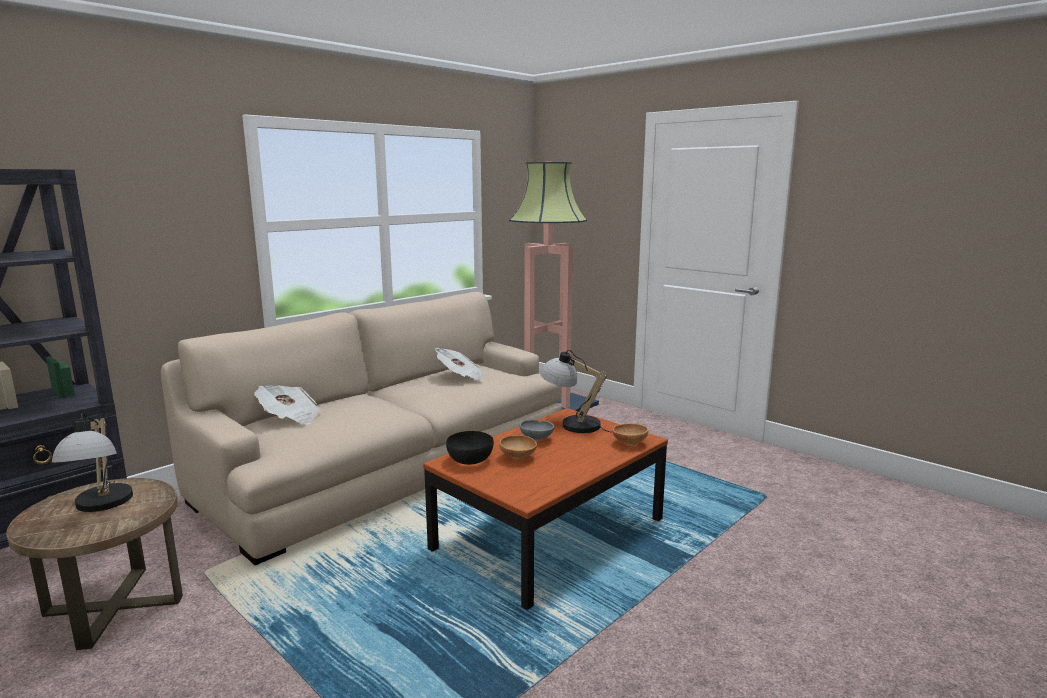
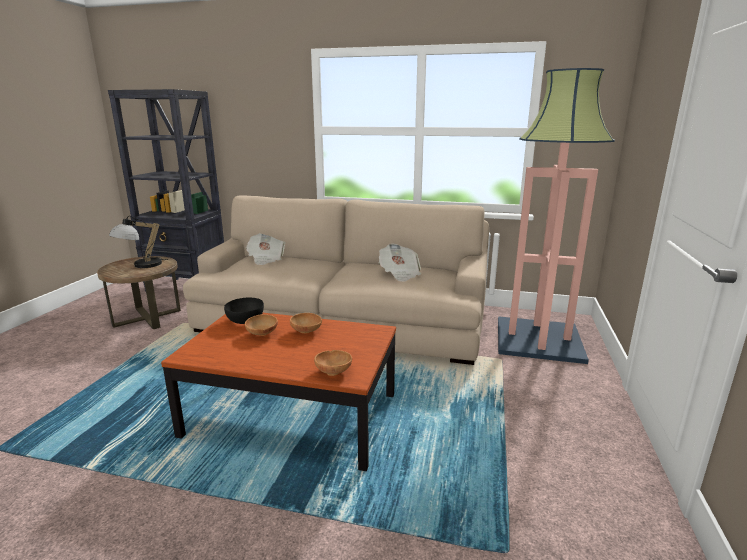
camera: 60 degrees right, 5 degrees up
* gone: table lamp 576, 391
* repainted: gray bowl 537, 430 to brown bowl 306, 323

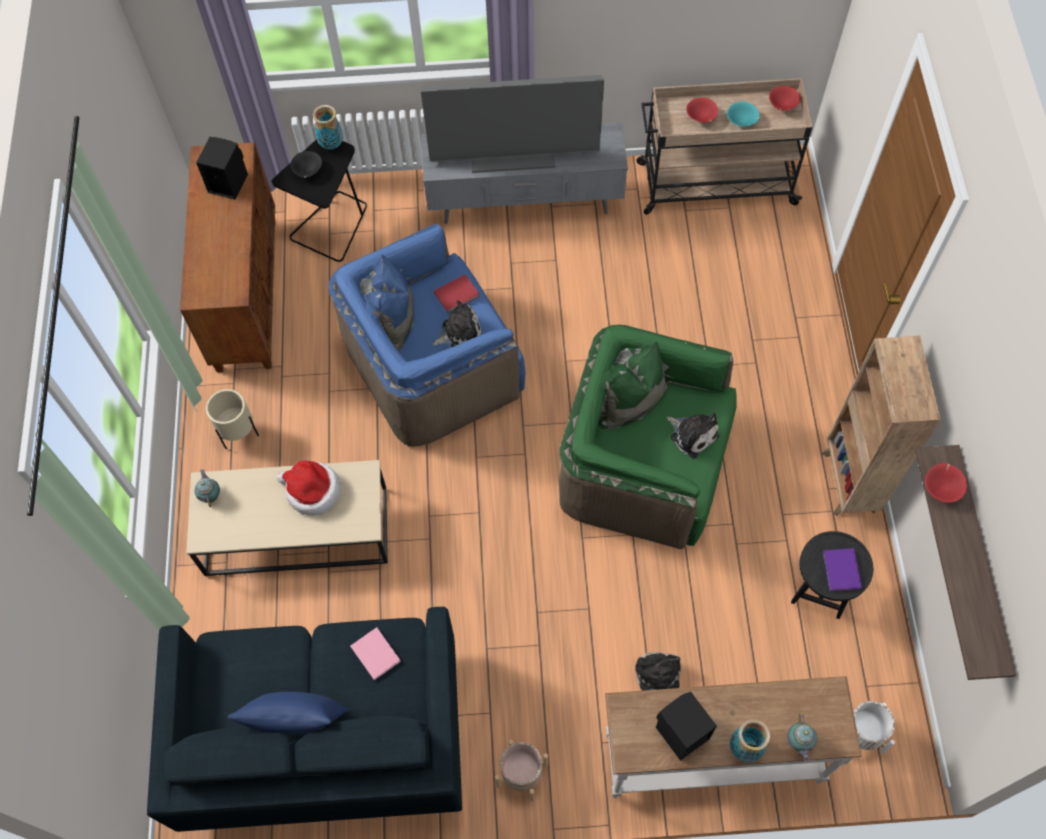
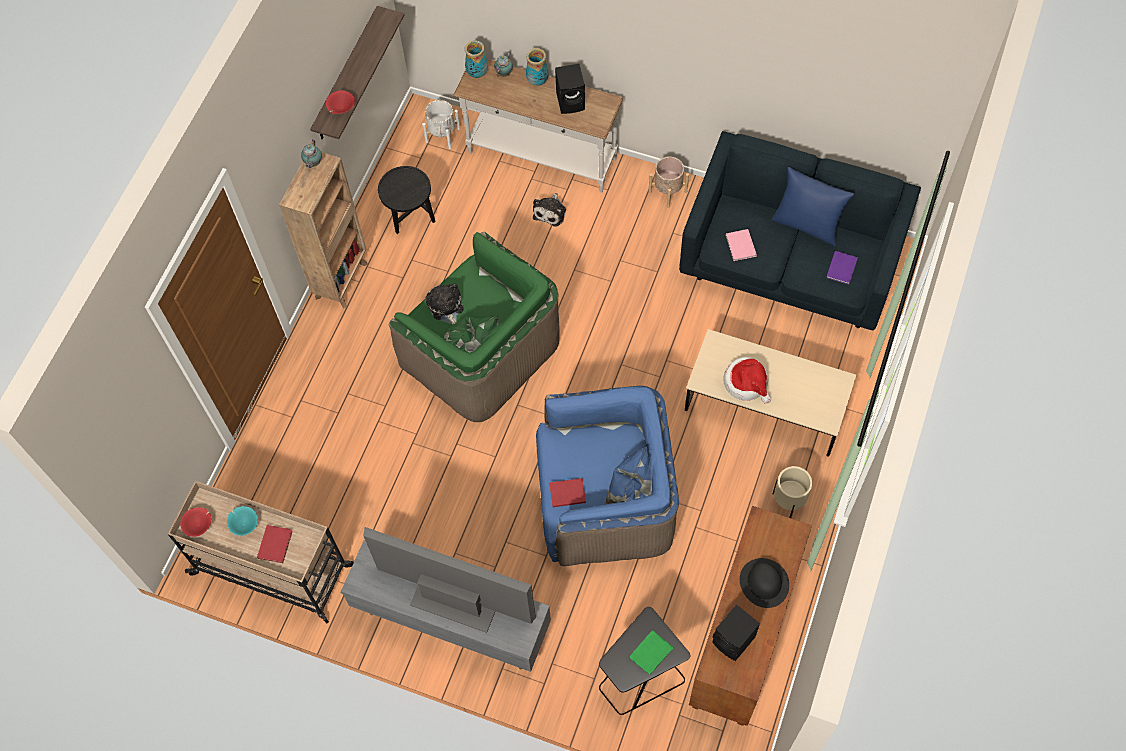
camera: 155 degrees left, 0 degrees up
* gone: soft toy 457, 323
* new: blackish hat 764, 583
* shifted: pot for tea 207, 488 to 311, 153
* shifted: decorative vase 328, 127 to 476, 59
* shifted: purple-coloured volume 842, 569 to 842, 268
* swapped: blackish bowl 306, 164 to green-coloured volume 651, 652
* swapped: reddish bowl 702, 110 to reddish volume 275, 544

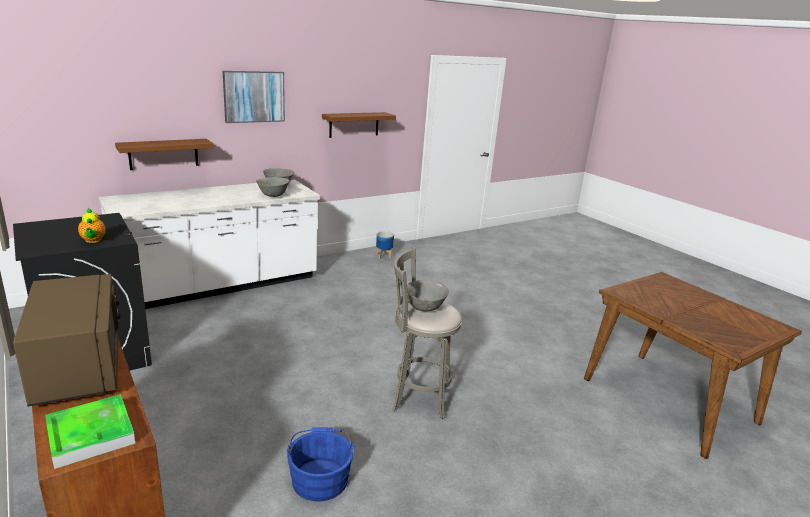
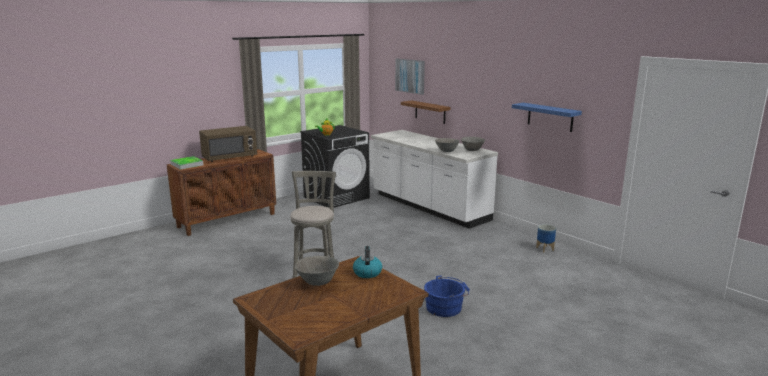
camera: 85 degrees right, 5 degrees down
* new: tea kettle 367, 262
* shifted: wall picture 254, 97 to 410, 76
* shifted: bluish pail 321, 464 to 447, 296
* shifted: gray bowl 428, 295 to 317, 271
* repainted: brown shelf 359, 125 to bluish shelf 547, 117

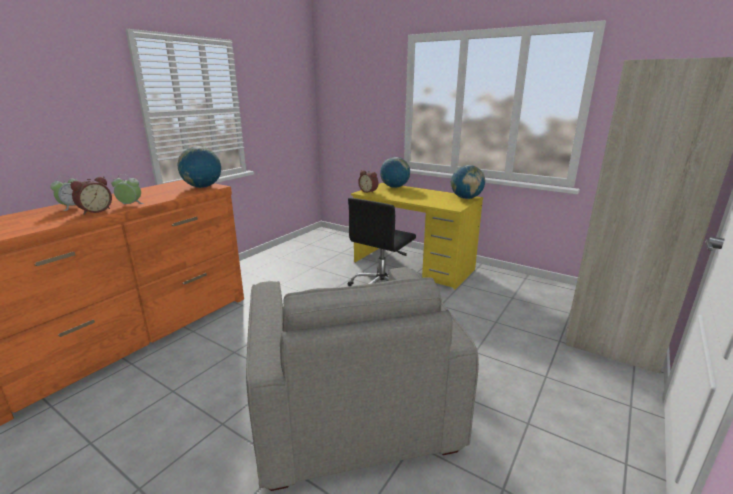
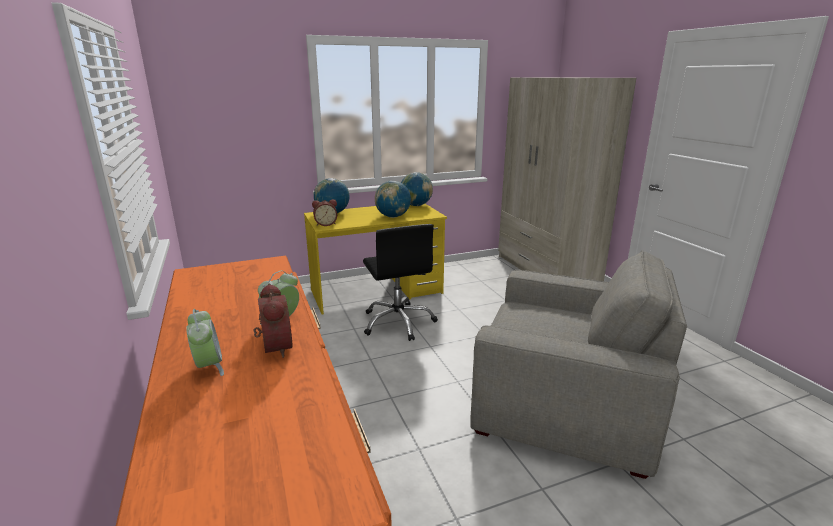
camera: 55 degrees left, 0 degrees up
* shifted: desk globe 199, 167 to 393, 199

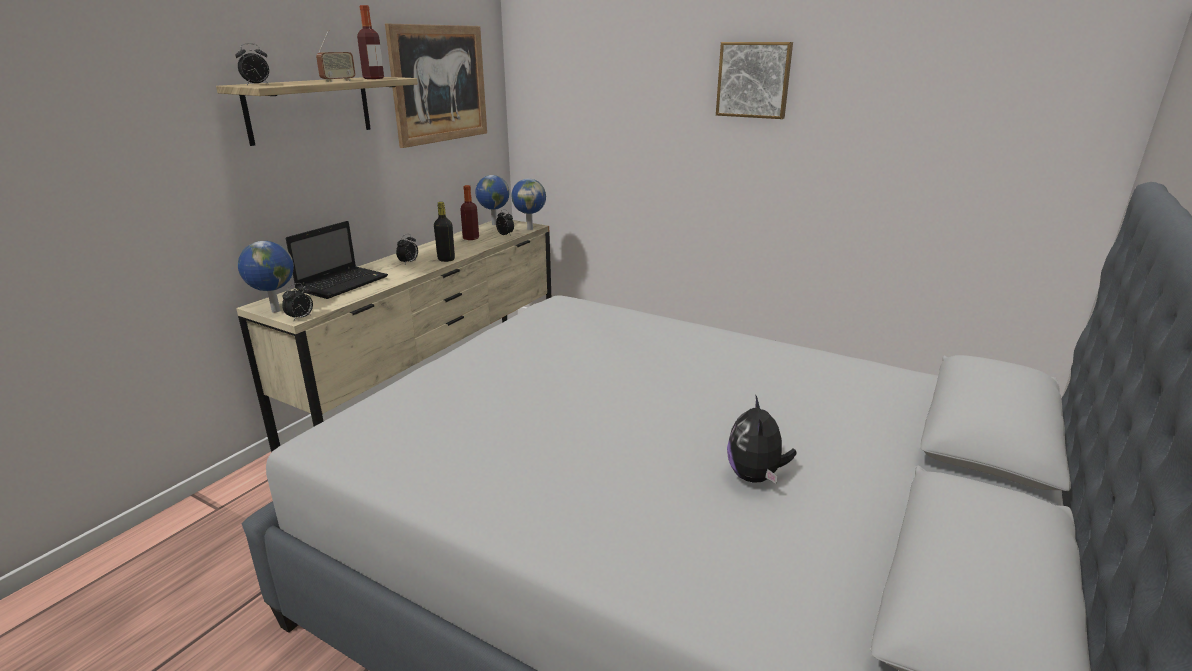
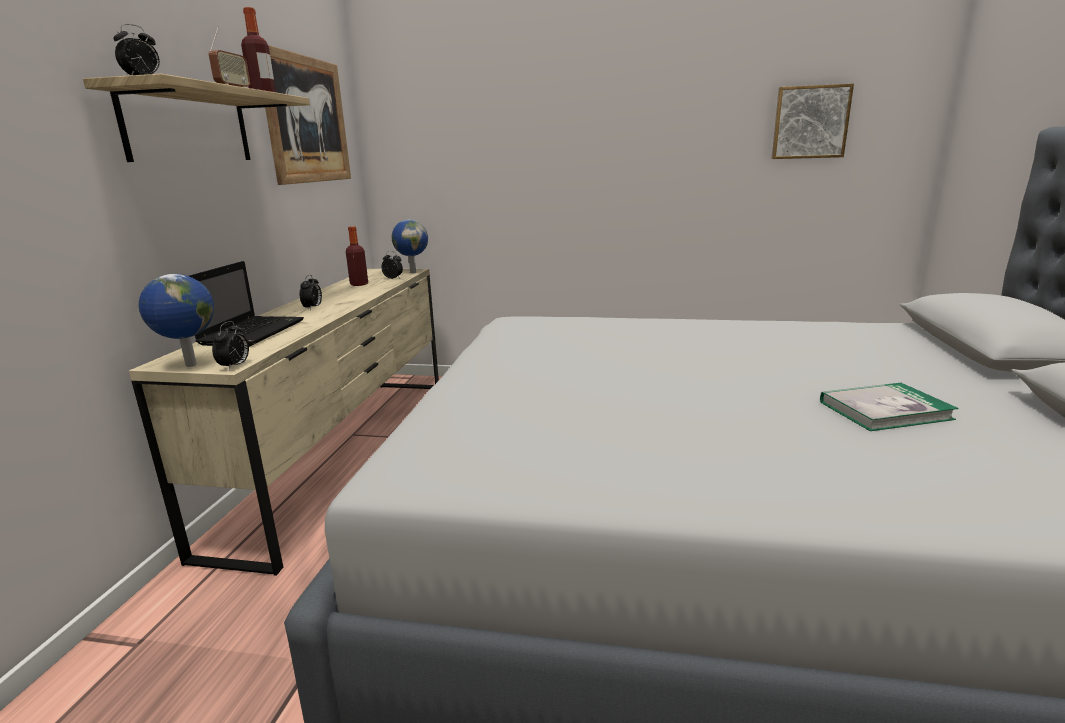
camera: 20 degrees left, 5 degrees down
* gone: blackish drink bottle 444, 232
* gone: desk globe 492, 200
* shifted: wall picture 754, 80 to 813, 121
* swapped: soft toy 762, 439 to volume 889, 407

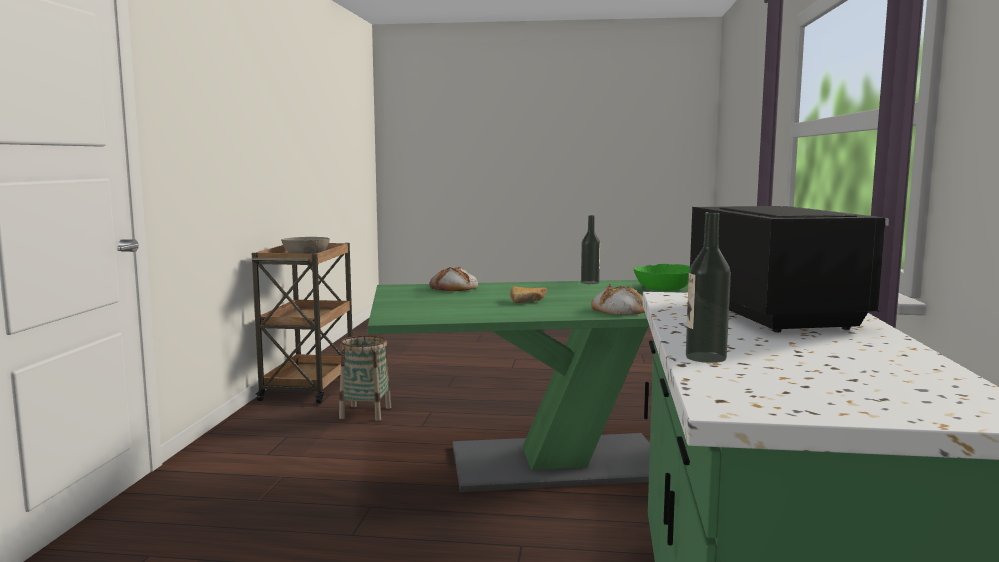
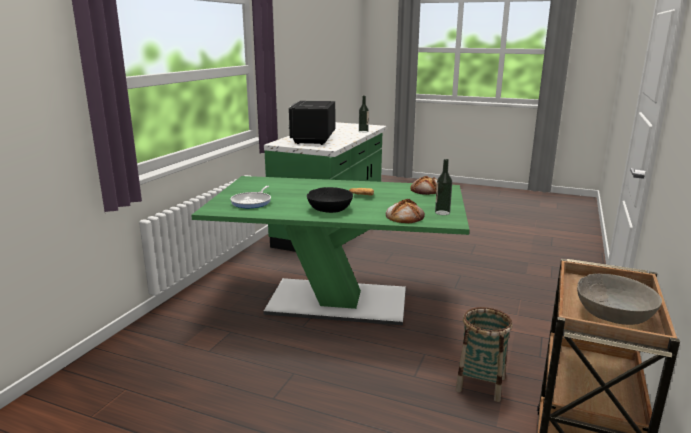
camera: 165 degrees left, 10 degrees up
* new: blackish bowl 330, 200
* shifted: drink bottle 590, 249 to 443, 187
* shifted: bread 618, 299 to 423, 185
* swapped: green-coloured bowl 662, 277 to frying pan 250, 197

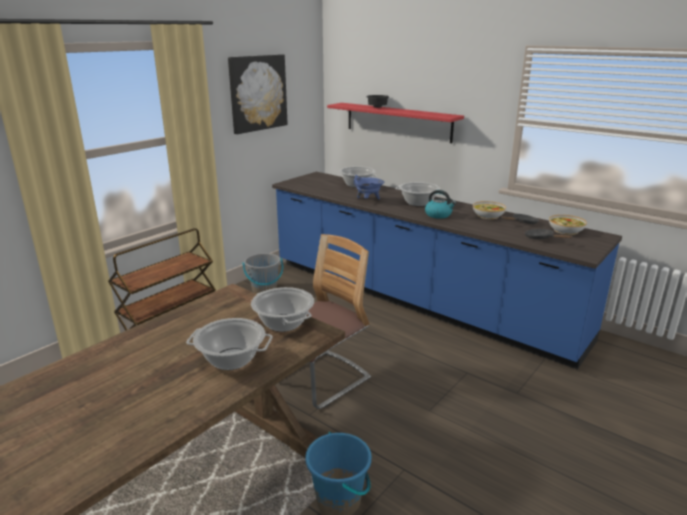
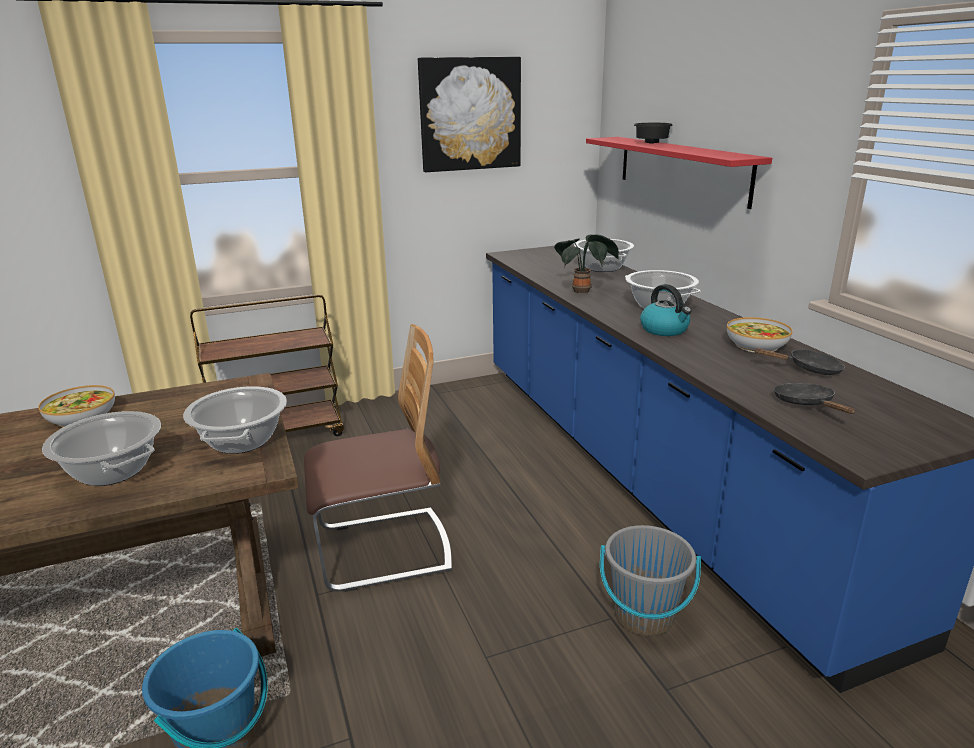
camera: 30 degrees right, 0 degrees up
* shifted: gray pail 262, 273 to 650, 580
* shifted: bowl 568, 225 to 76, 406
* swapped: bluish cooking pot 369, 187 to houseplant 586, 264

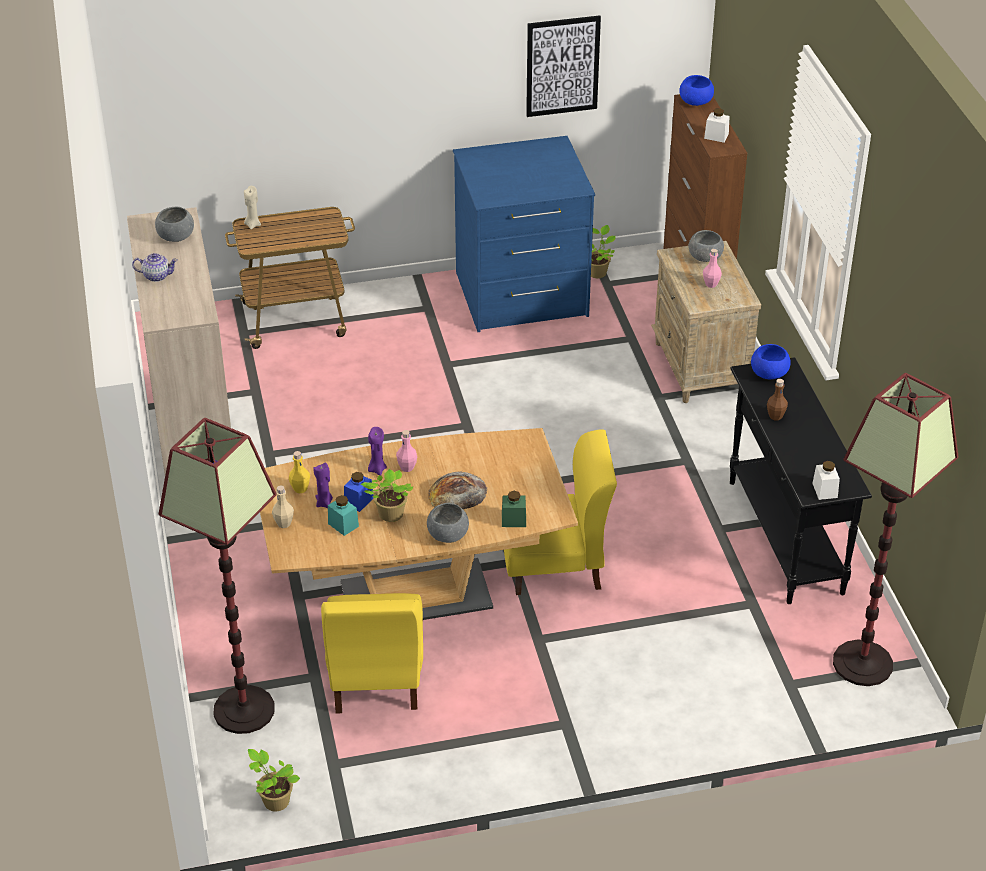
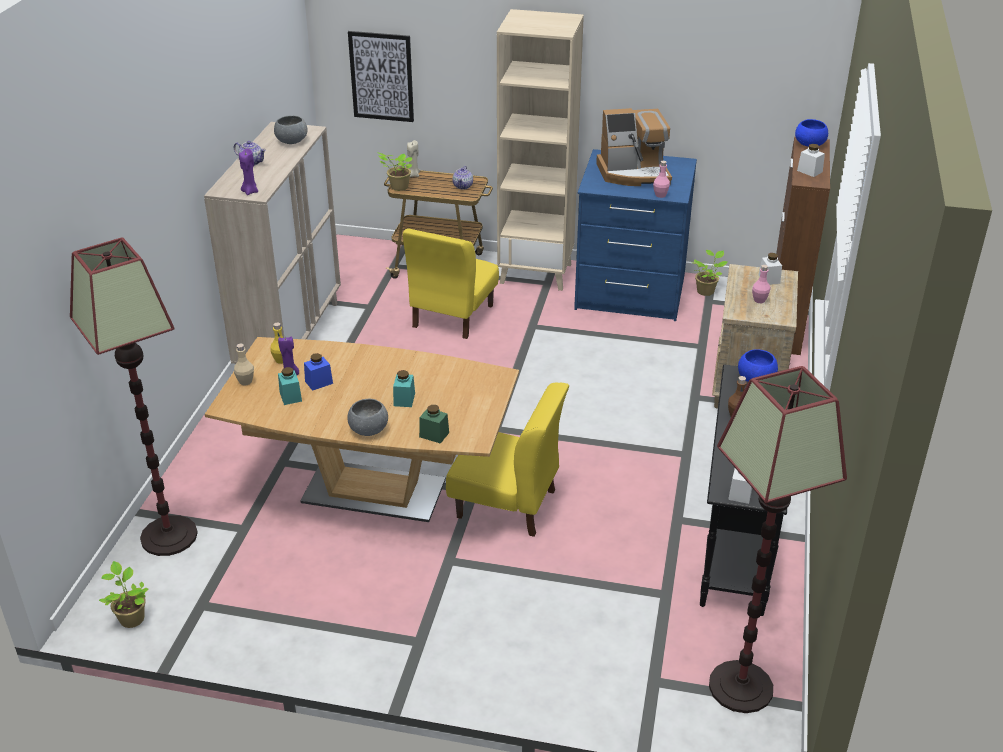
camera: 25 degrees right, 5 degrees down
* new: pot for tea 462, 178
* new: beige-coloured bookshelf 540, 150
* new: coffee machine 634, 147
* shifted: yellowish chair 372, 653 to 451, 283
* shifted: houseplant 387, 495 to 394, 171
* shifted: purple-coloured wax light 377, 451 to 248, 171
* shifted: pink drink bottle 406, 451 to 661, 179
* shifted: wall picture 563, 66 to 381, 76
* swapped: bread 458, 490 to turquoise-coloured storage jar 404, 388
* swapped: gray bowl 706, 246 to whitish storage jar 770, 269

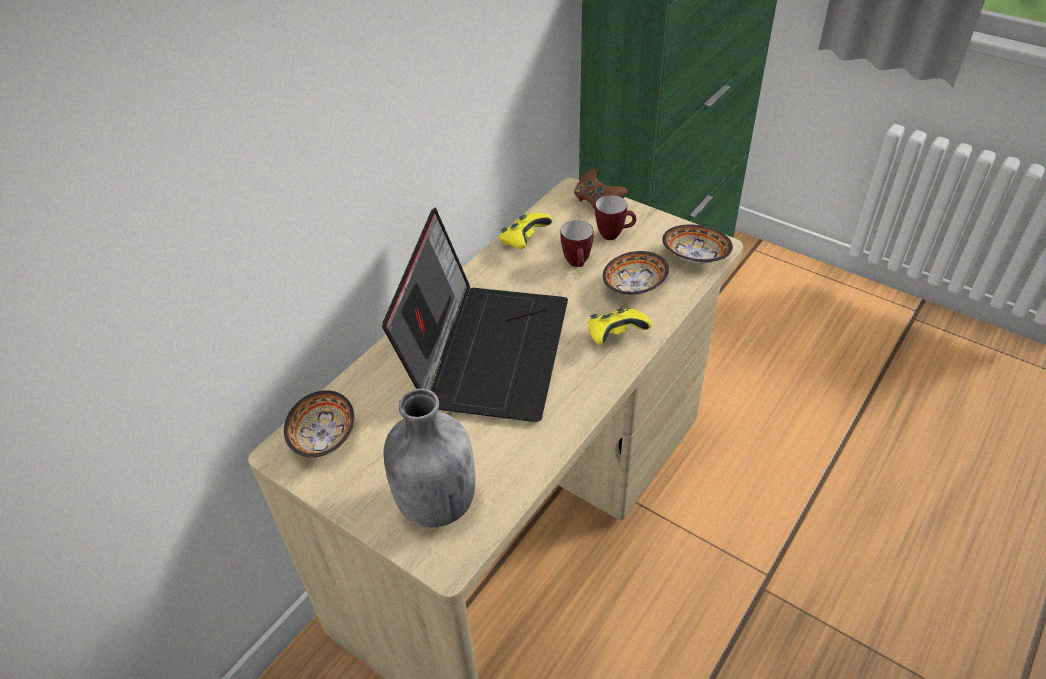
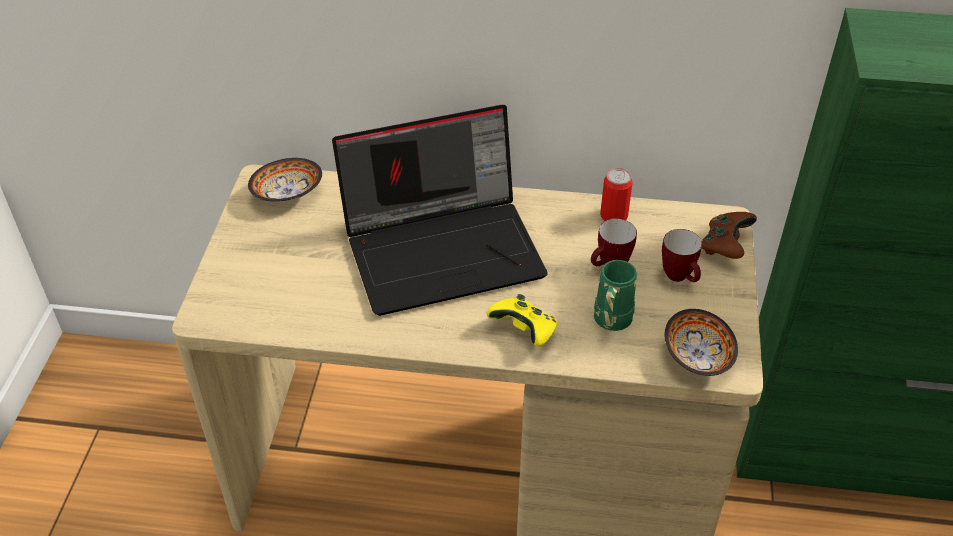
camera: 60 degrees right, 0 degrees up
* gone: gray drink bottle 429, 457
* swapped: yellowish game controller 526, 231 to can 616, 194
* swapped: bowl 635, 273 to green-coloured mug 615, 295

